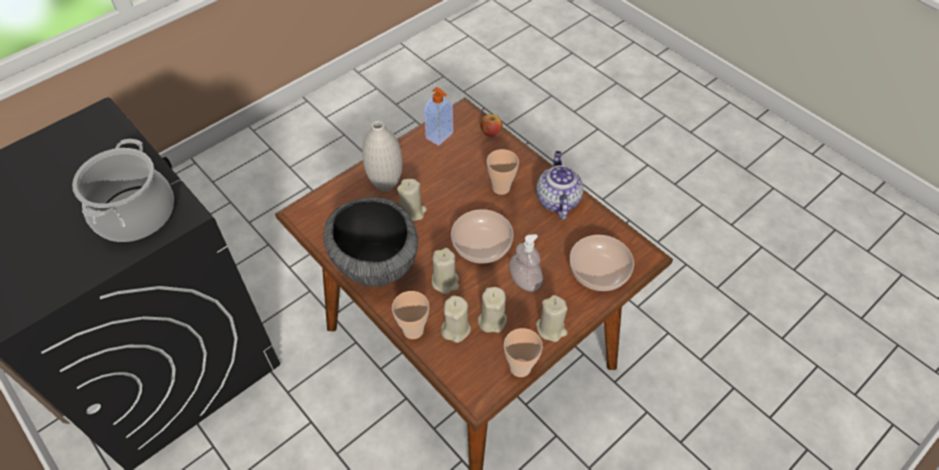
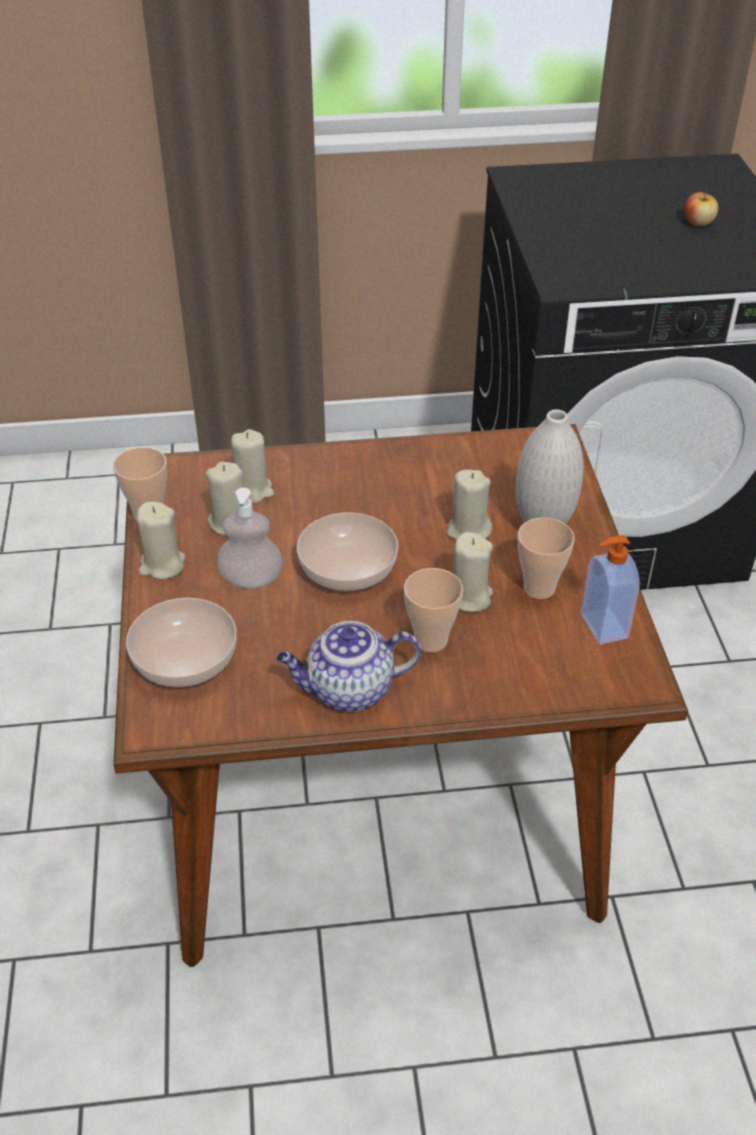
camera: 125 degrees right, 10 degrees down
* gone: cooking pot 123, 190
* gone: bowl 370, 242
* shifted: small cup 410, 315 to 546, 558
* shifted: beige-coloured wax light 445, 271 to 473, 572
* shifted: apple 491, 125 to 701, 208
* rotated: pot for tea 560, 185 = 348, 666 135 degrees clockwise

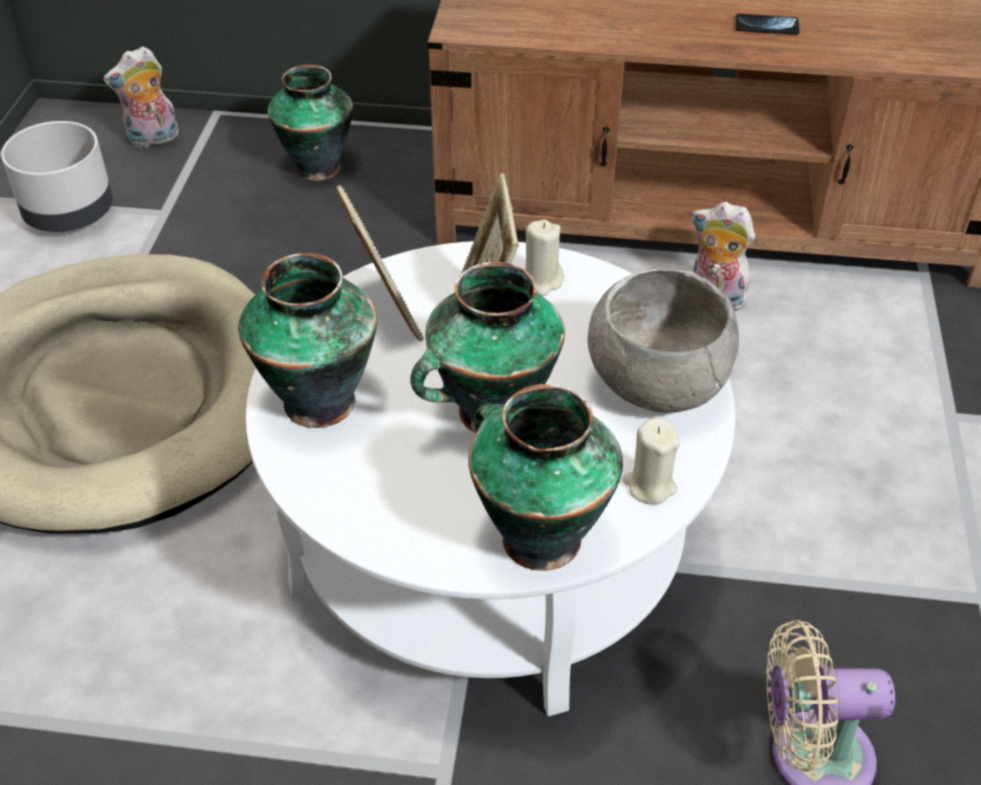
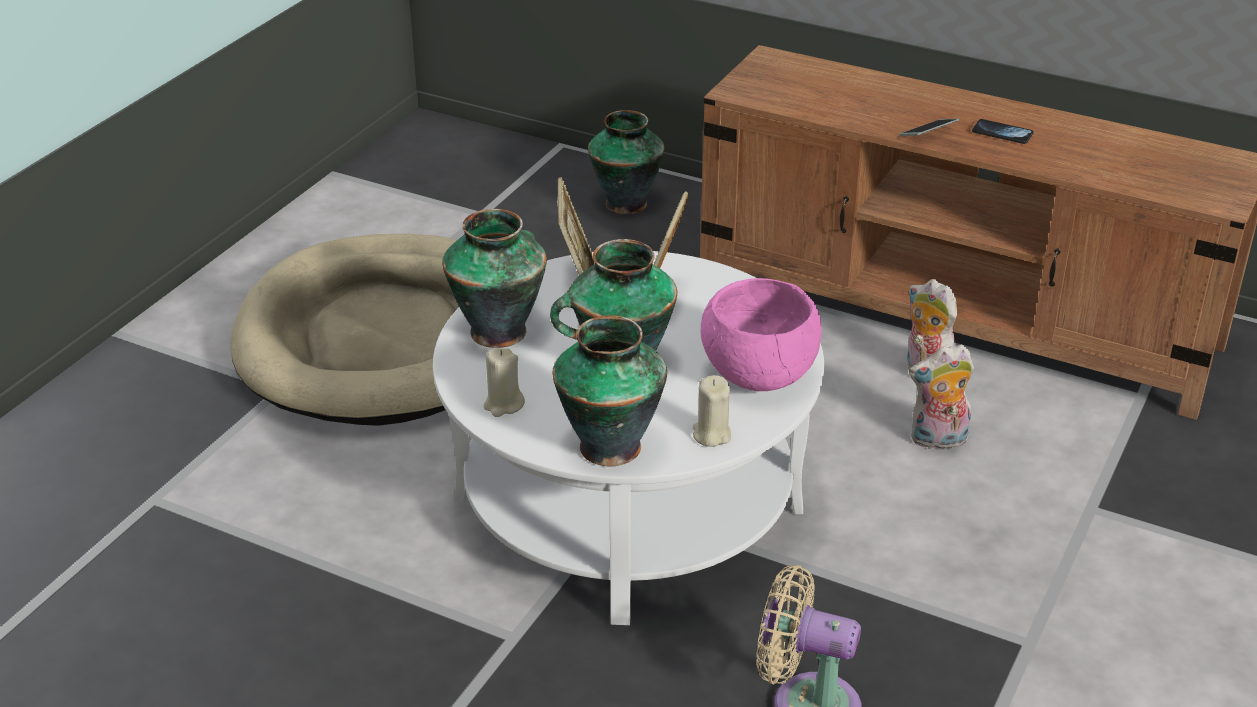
camera: 20 degrees right, 10 degrees down
* gone: gray plant pot 57, 176
* new: phone 929, 127
* shifted: soft toy 141, 97 to 941, 396
* shifted: beige-coloured wax light 545, 257 to 504, 382
* repainted: gray bowl 663, 341 to pink bowl 761, 334

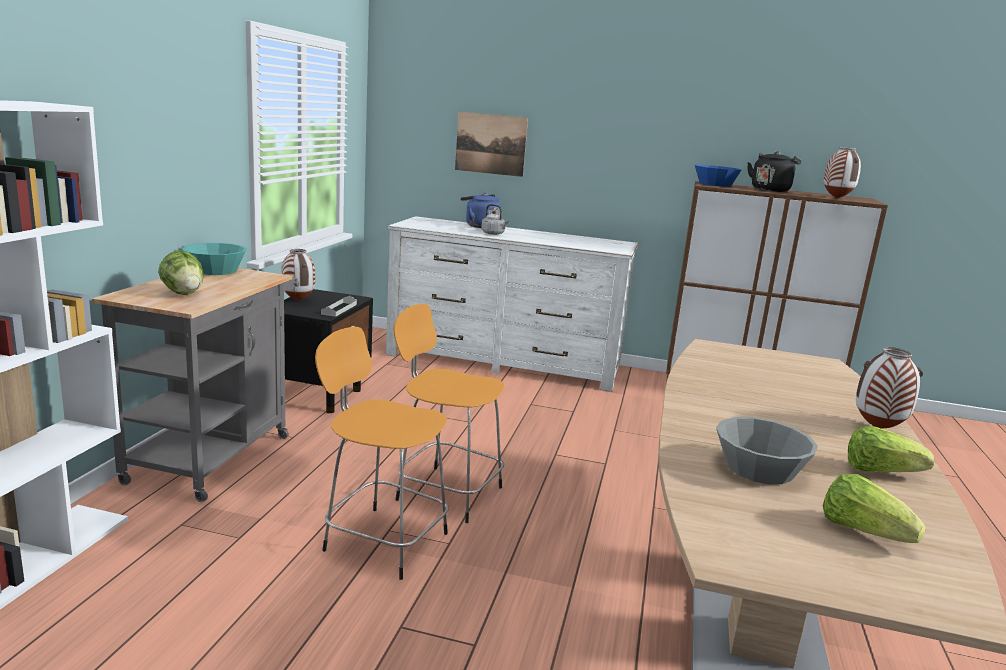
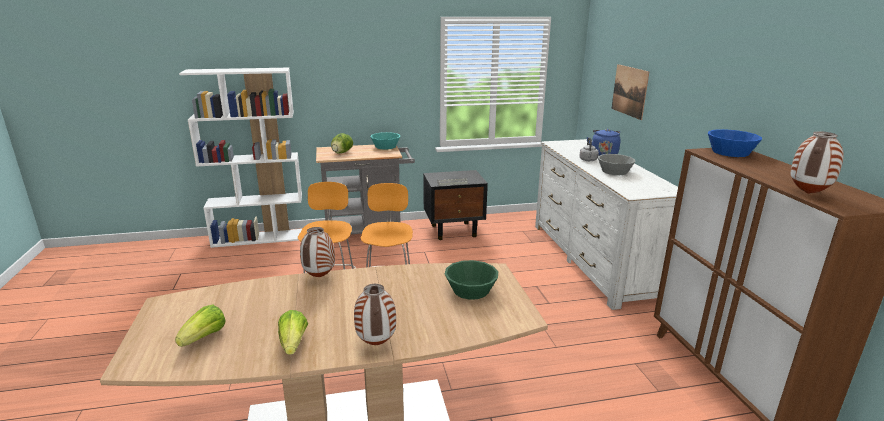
camera: 65 degrees right, 5 degrees up
* gone: blackish tea kettle 774, 171
* new: green-coloured bowl 471, 280
* shifted: decorative vase 298, 275 to 317, 252
* shifted: gray bowl 767, 451 to 617, 164

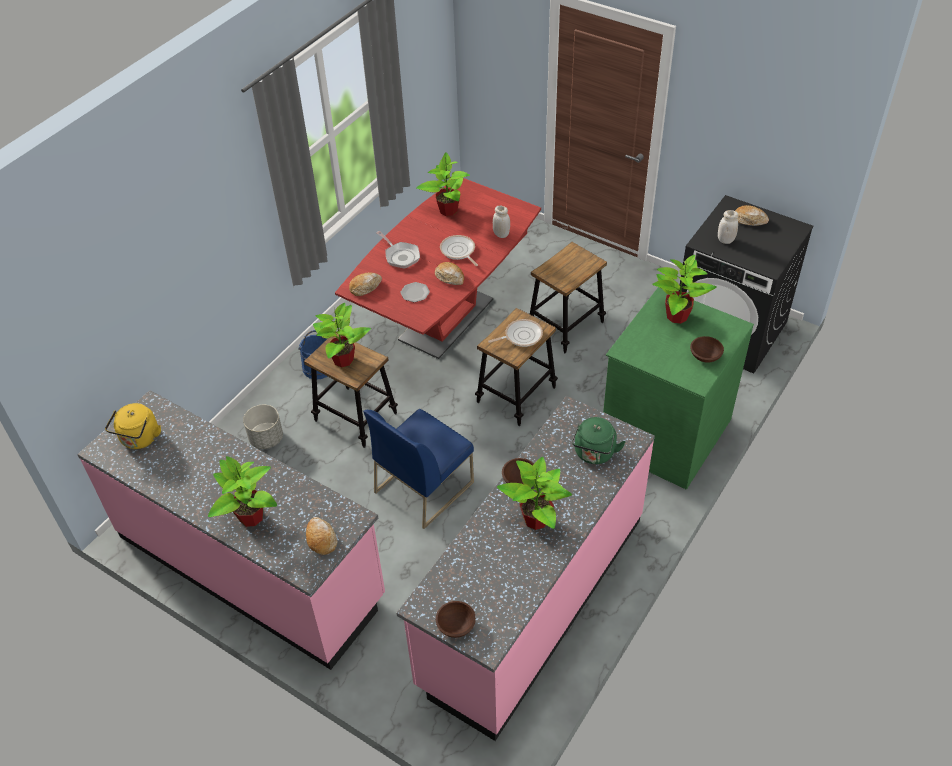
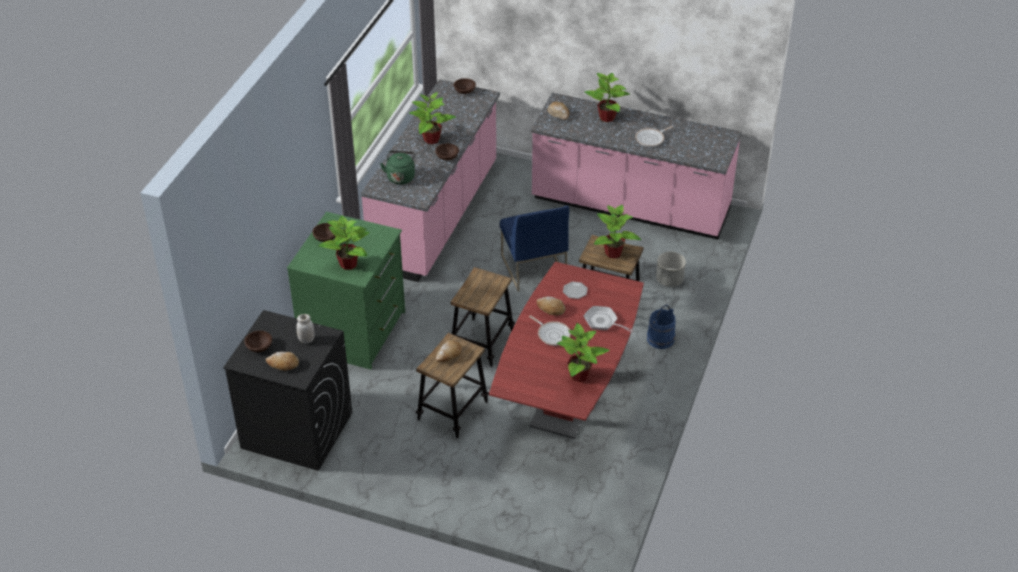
camera: 165 degrees right, 5 degrees down
* gone: yellowish tea kettle 133, 426
* gone: whitish storage jar 501, 221
* new: brown bowl 258, 341
* shifted: bread 365, 284 to 449, 351
* shifted: frying pan 515, 333 to 654, 136
* rotated: bluish chair 418, 469 = 534, 249 135 degrees clockwise

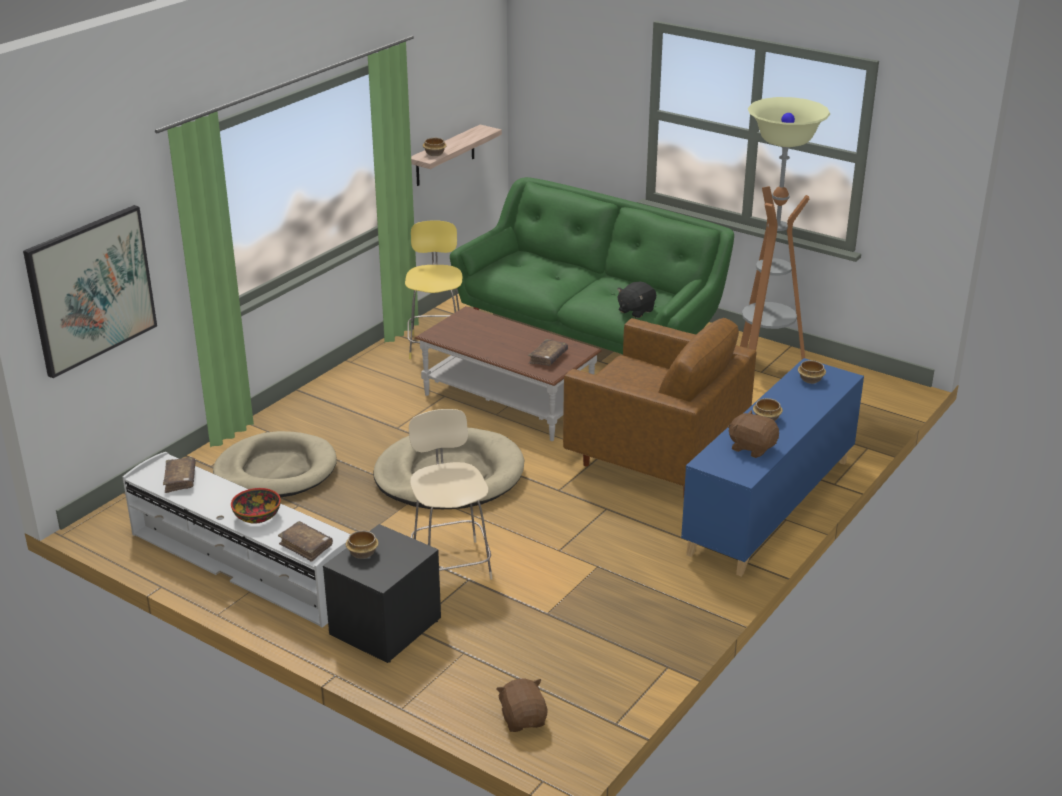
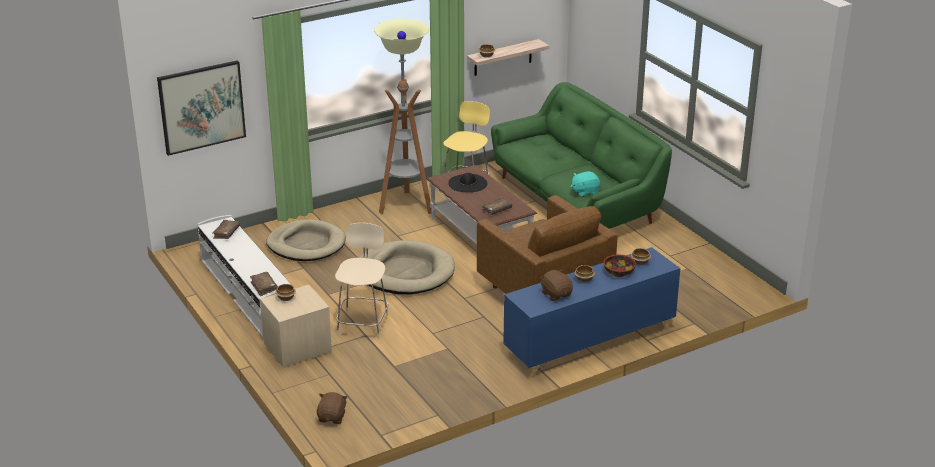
camera: 25 degrees right, 0 degrees up
* new: blackish hat 468, 182
* shifted: bowl 256, 506 to 620, 265
* shifted: floor lamp 785, 228 to 402, 116
* repainted: blackish bedside table 382, 593 to beige-coloured bedside table 296, 326
* repainted: blackish soft toy 636, 300 to turquoise-coloured soft toy 585, 184

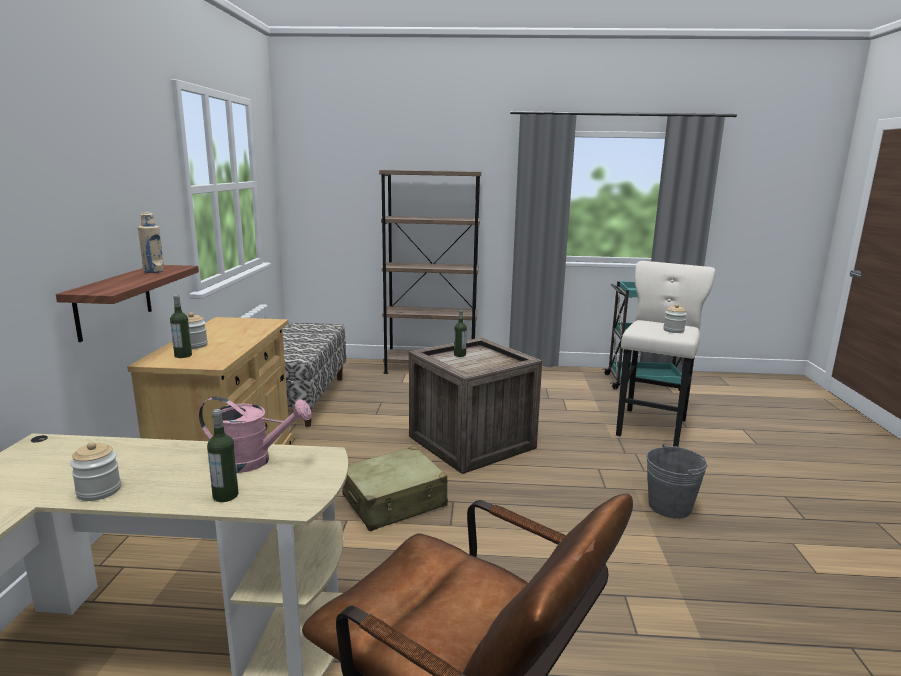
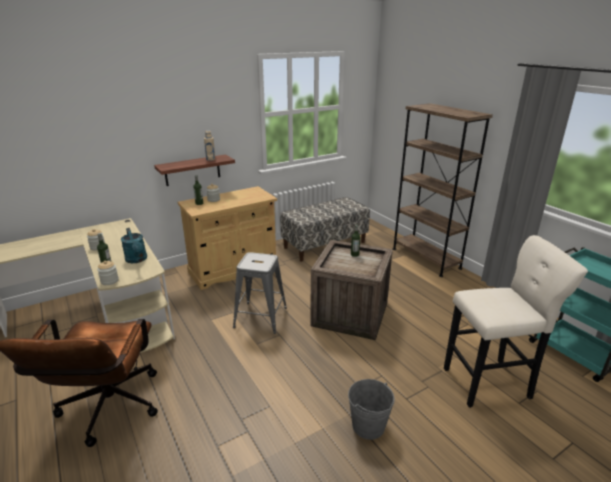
camera: 55 degrees right, 10 degrees up
* shifted: storage jar 675, 318 to 108, 273
* swapped: beige-coloured piece of luggage 395, 488 to gray stool seat 260, 293
* repainted: pink watering pot 255, 435 to turquoise-coloured watering pot 134, 245

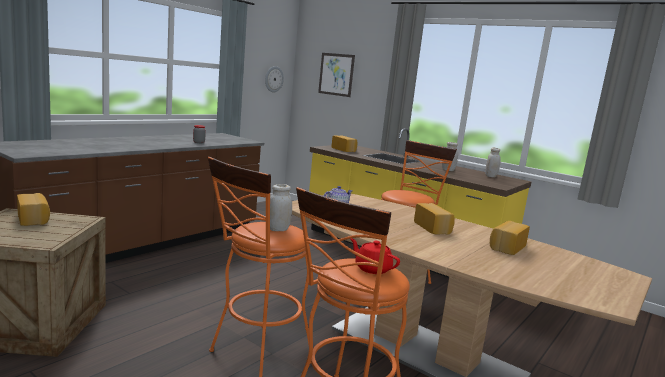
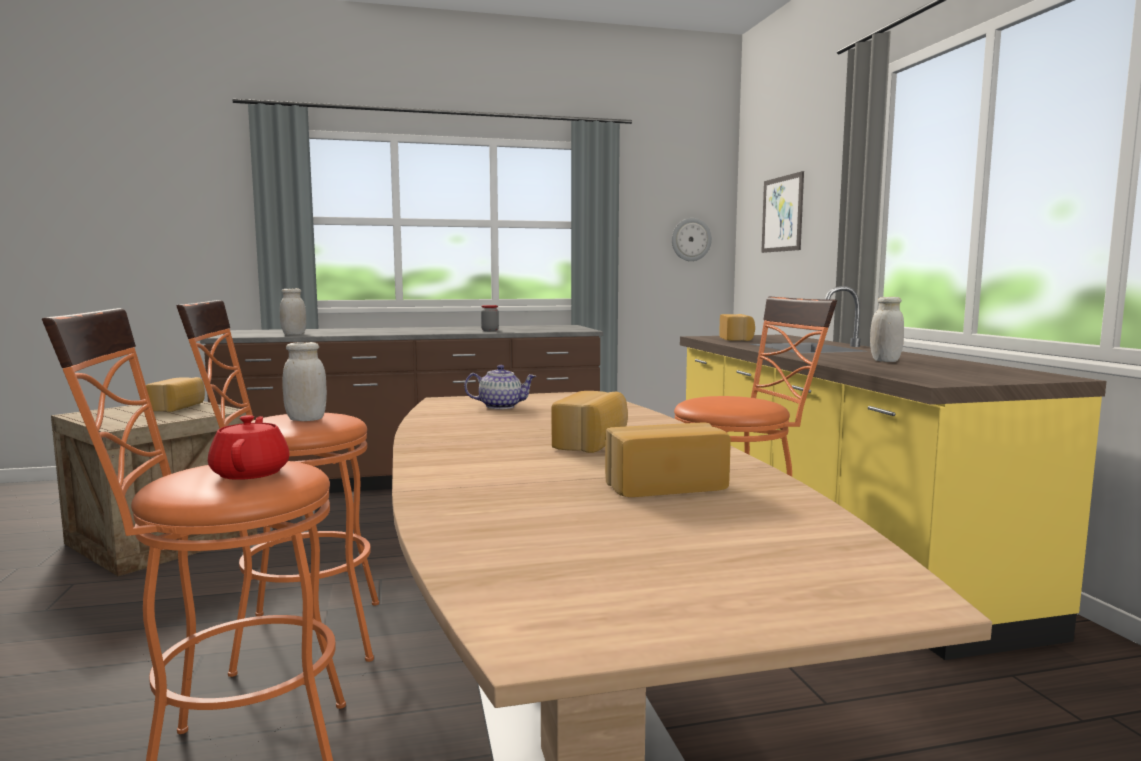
camera: 40 degrees right, 5 degrees down
* shifted: whitish storage jar 493, 163 to 293, 311

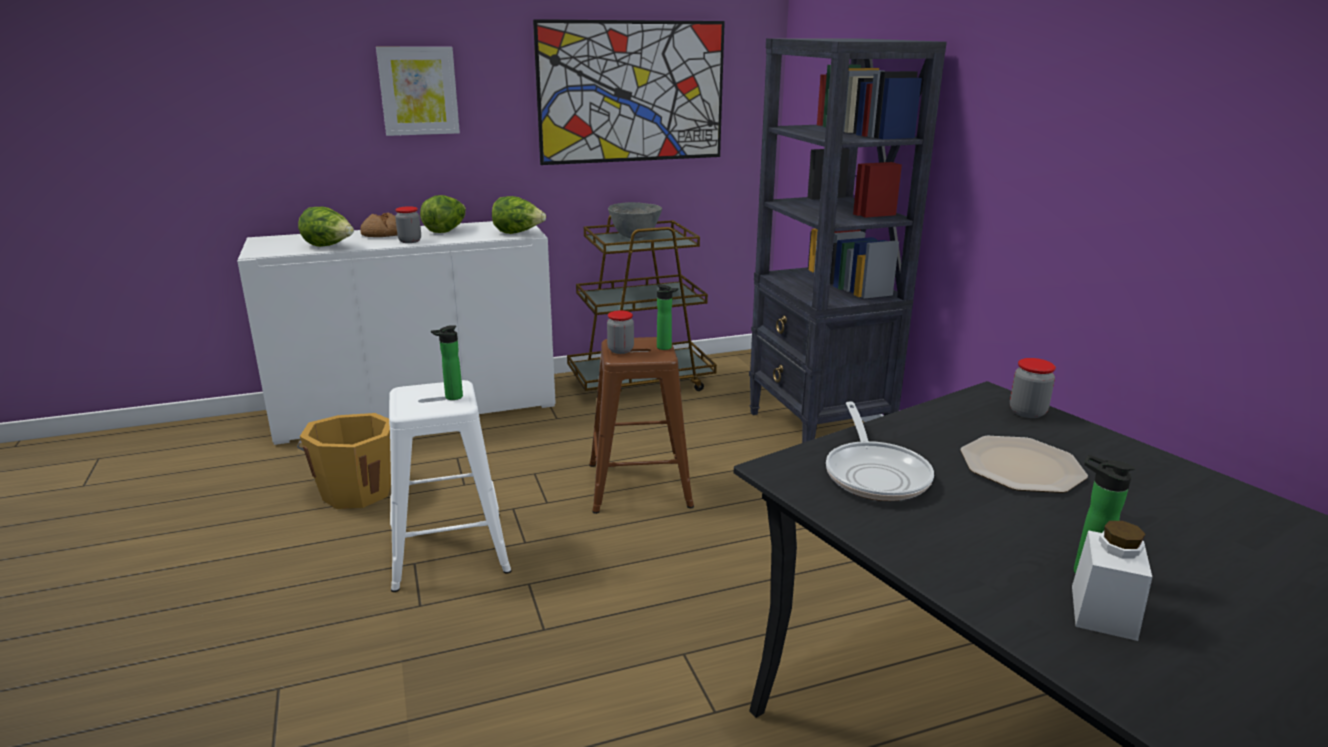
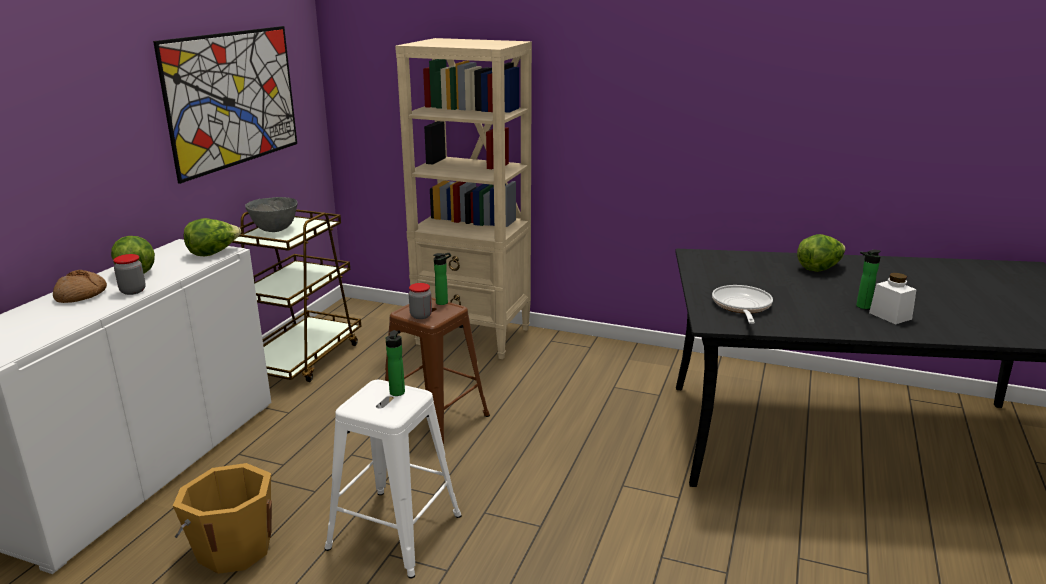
camera: 50 degrees left, 0 degrees up
* gone: wall picture 418, 91
* gone: flat dish 1024, 464
* gone: storage jar 1033, 388
* shifted: lettuce head 326, 227 to 821, 253
* repainted: blackish bookshelf 848, 240 to beige-coloured bookshelf 463, 198
* rotated: frying pan 880, 451 = 742, 304 120 degrees counterclockwise

